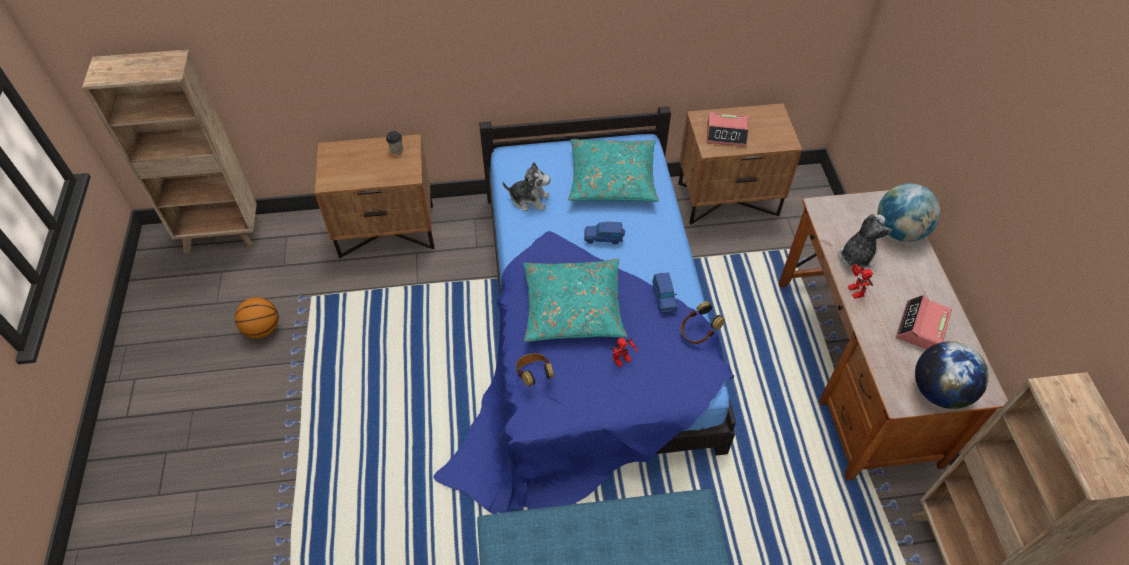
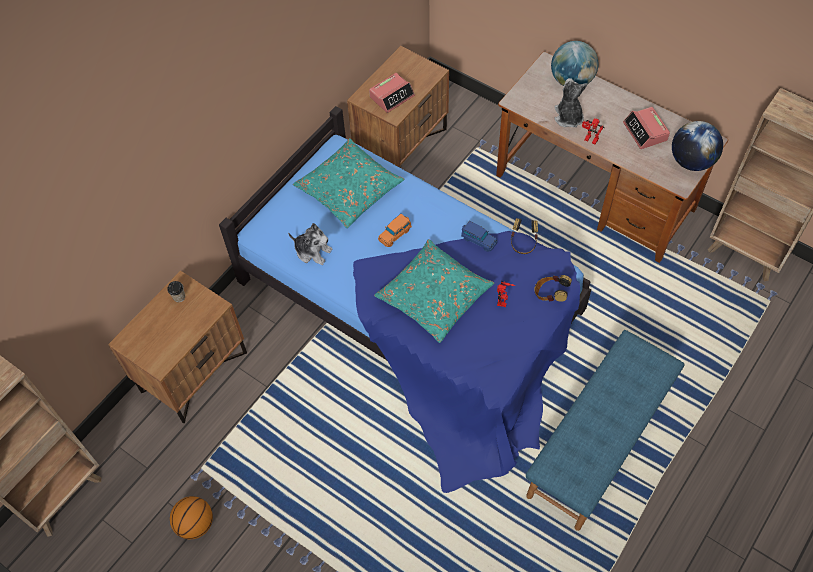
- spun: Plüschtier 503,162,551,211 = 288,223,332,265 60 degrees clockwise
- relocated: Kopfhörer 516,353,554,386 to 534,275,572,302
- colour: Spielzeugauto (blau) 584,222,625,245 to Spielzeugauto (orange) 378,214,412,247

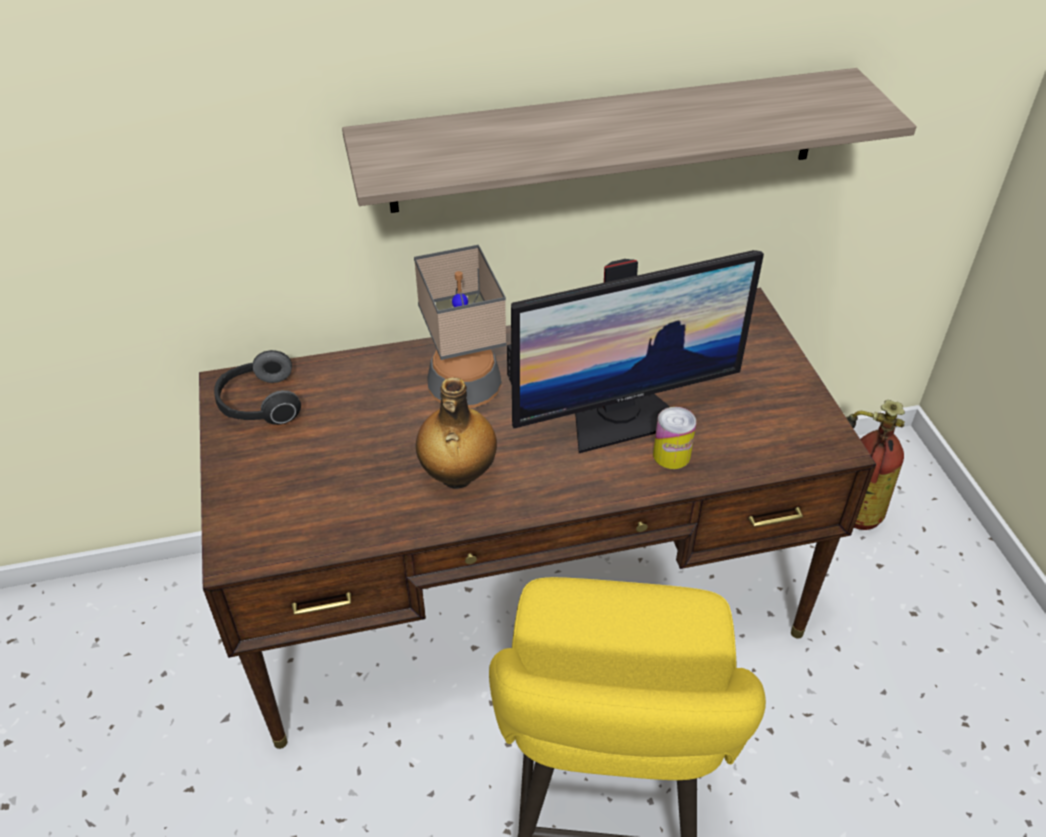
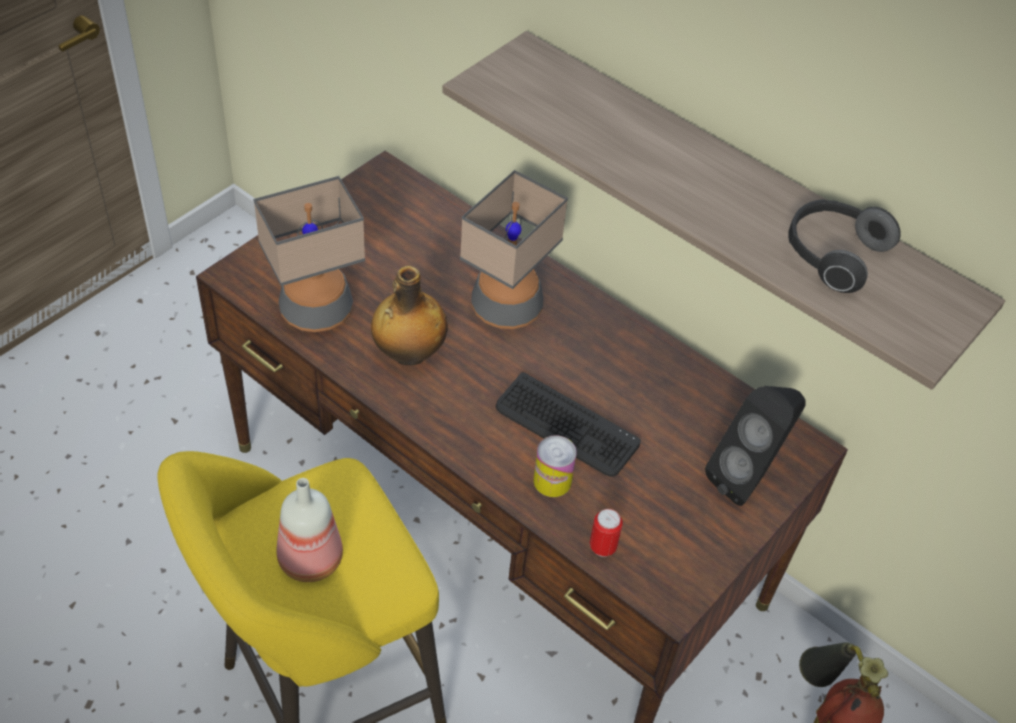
- relocated: Kopfhörer 214,350,301,425 to 788,199,901,293
- exchanged: Monitor 507,250,764,453 to Tastatur 496,373,641,477
- appeared: Tischlampe 253,176,365,332
- appeared: Flasche 276,478,343,582
- appeared: Dose 590,509,623,557
- appeared: Lautsprecher (schwarz) 705,386,806,506

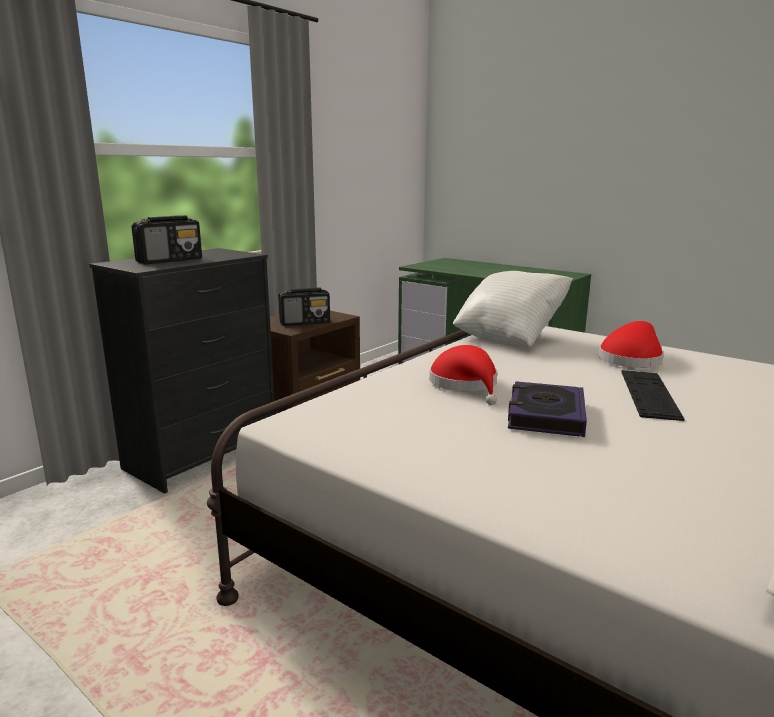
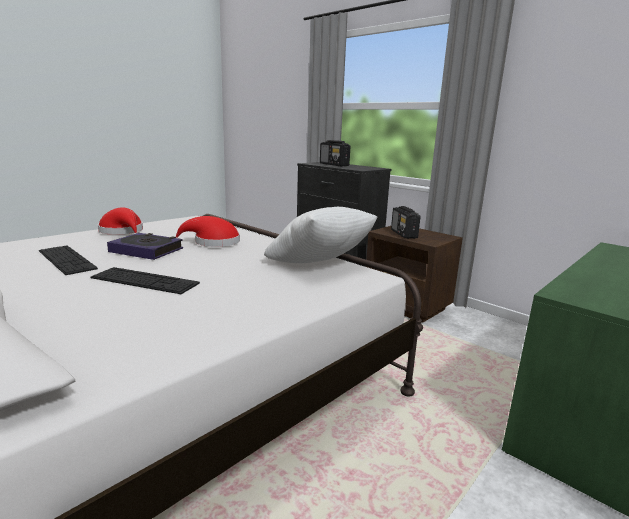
- relocated: Hut (rot) 598,321,664,368 to 98,207,143,235
- appeared: Tastatur 39,245,98,275

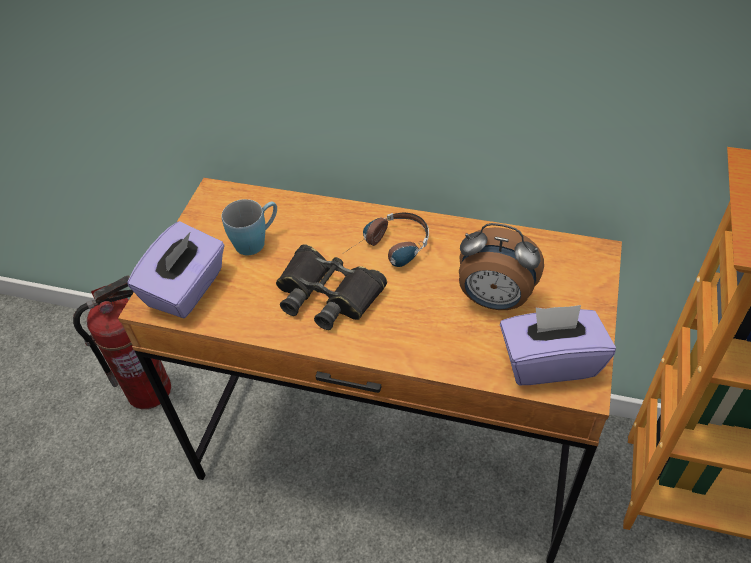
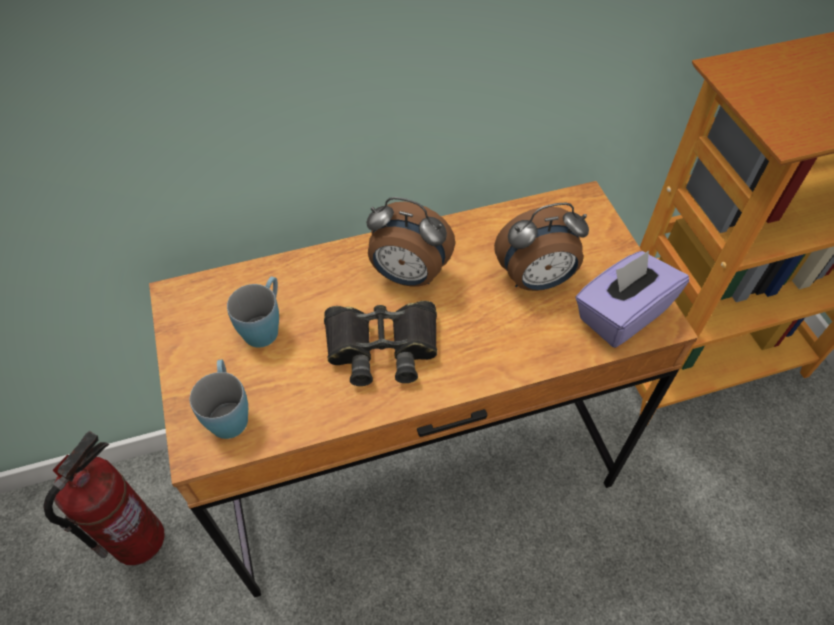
- exchanged: Taschentuchbox (lila) 128,221,225,318 to Henkelbecher (blau) 190,360,248,439
- exchanged: Kopfhörer 344,213,429,267 to Wecker 366,197,455,286

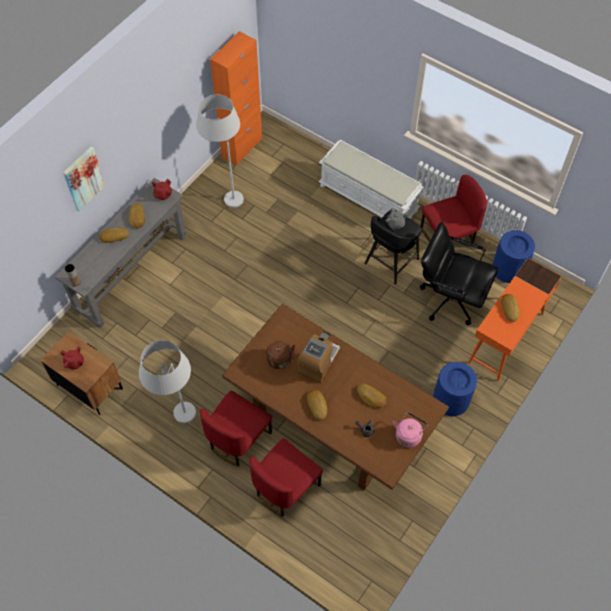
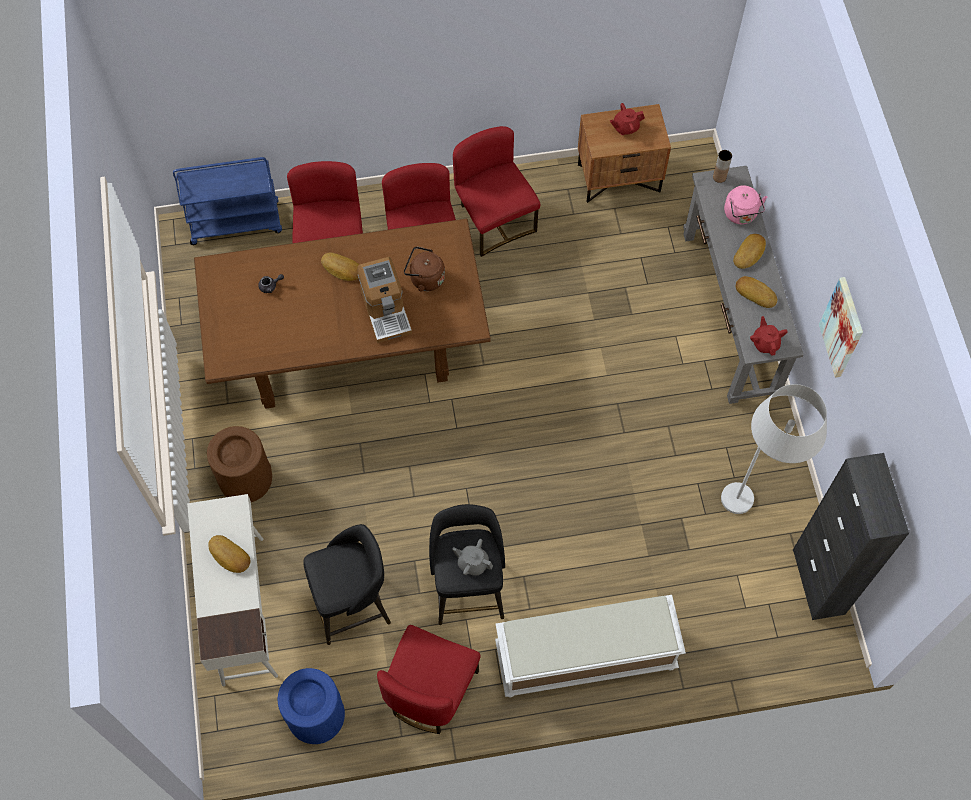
- relocated: Bild 63,147,105,212 to 819,277,863,378
- exchanged: Stehlampe (weiß) 139,340,196,423 to Stuhl (rot) 453,126,540,257
- colour: Schrank (orange) 210,31,262,165 to Schrank (schwarz) 793,453,909,620
- missing: Brot 357,384,387,408
- relocated: Wasserkessel (rosa) 393,412,428,448 to 724,185,767,224
- exchanged: Bürostuhl (schwarz) 420,222,498,325 to Hocker (schwarz) 304,524,391,645
- colour: Mülleimer (blau) 433,362,477,416 to Mülleimer (braun) 207,426,272,502
- colour: Schreibtisch (orange) 468,258,562,381 to Schreibtisch (weiß) 187,494,278,686
- appeared: Rollwagen (blau) 173,157,282,245

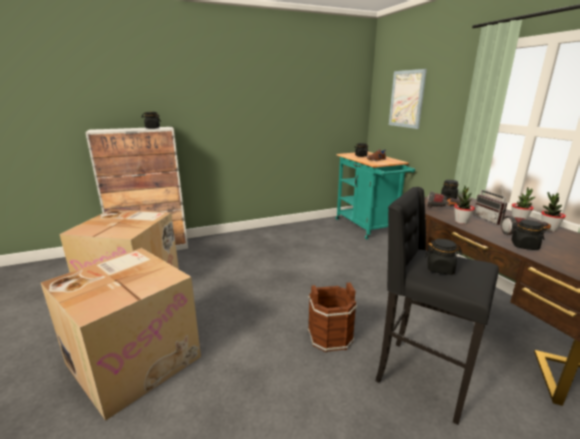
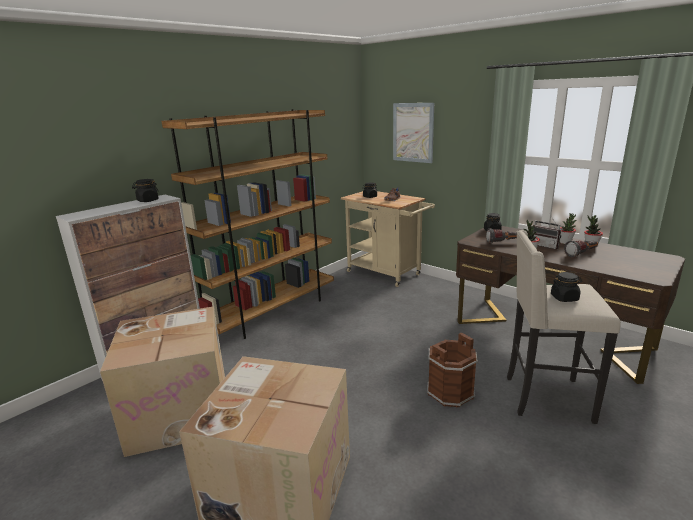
- colour: Rollwagen (türkis) 336,152,415,239 to Rollwagen (beige) 341,191,435,287
- colour: Hocker (schwarz) 376,187,499,425 to Hocker (beige) 507,230,621,424
- missing: Vorratsglas (schwarz) 511,220,546,250
- appeared: Bücherregal (braun) 162,109,334,339

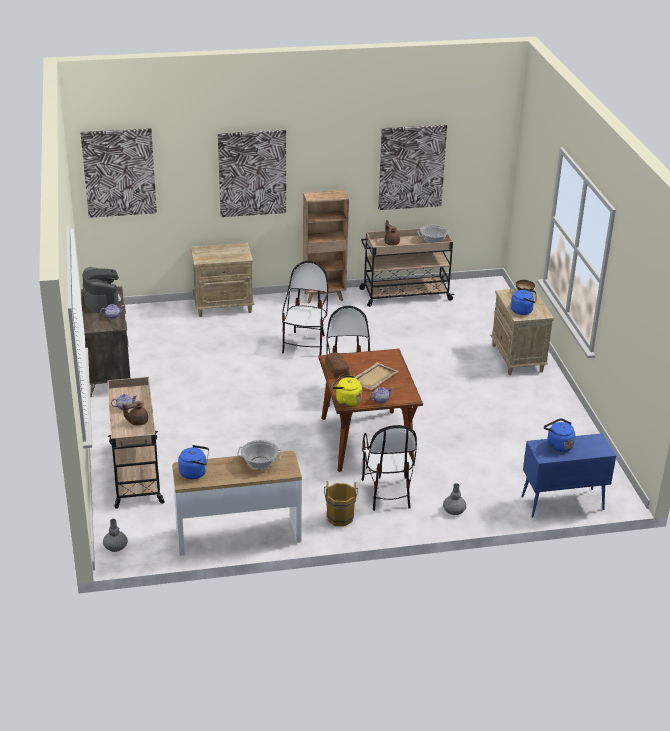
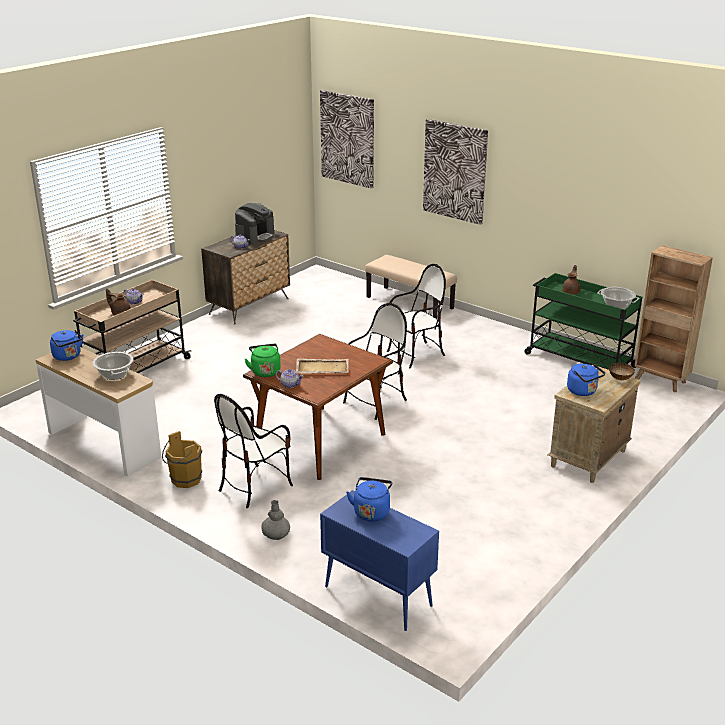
- missing: Vase (grau) 103,519,128,552
- exchanged: Nachttisch (beige) 190,243,255,317 to Bank (beige) 365,255,457,319
- relocated: Bücherregal (braun) 303,190,349,304 to 634,245,713,392
- missing: Brot 325,352,349,378
- colour: Wasserkessel (gelb) 332,375,362,406 to Wasserkessel (grün) 245,344,281,377
- colour: Rollwagen (beige) 359,228,454,307 to Rollwagen (grün) 524,273,642,370
- missing: Bild 378,125,447,210

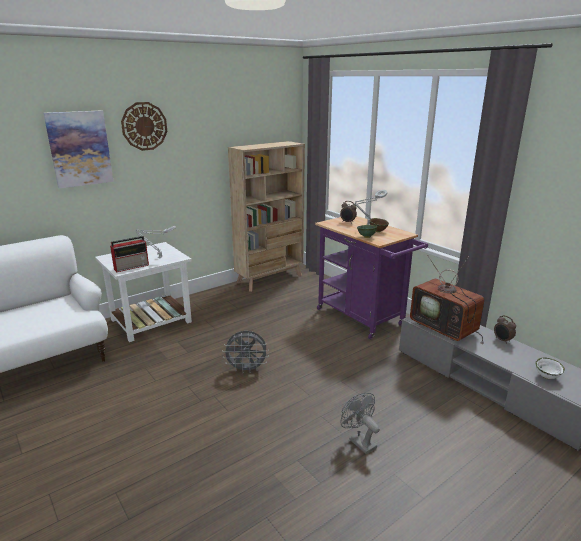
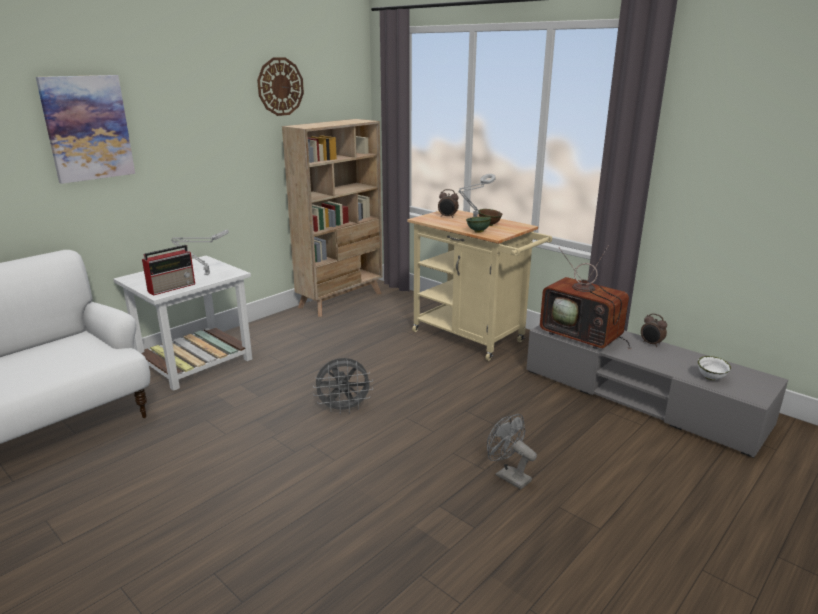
- relocated: Wanduhr 121,102,167,151 to 257,57,304,116
- colour: Rollwagen (lila) 315,216,428,339 to Rollwagen (beige) 407,210,552,361

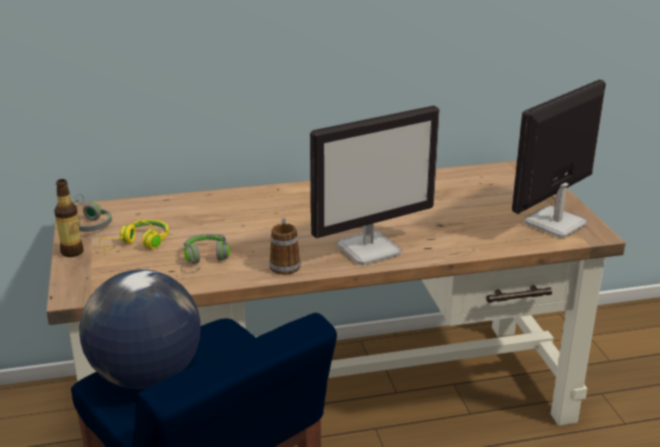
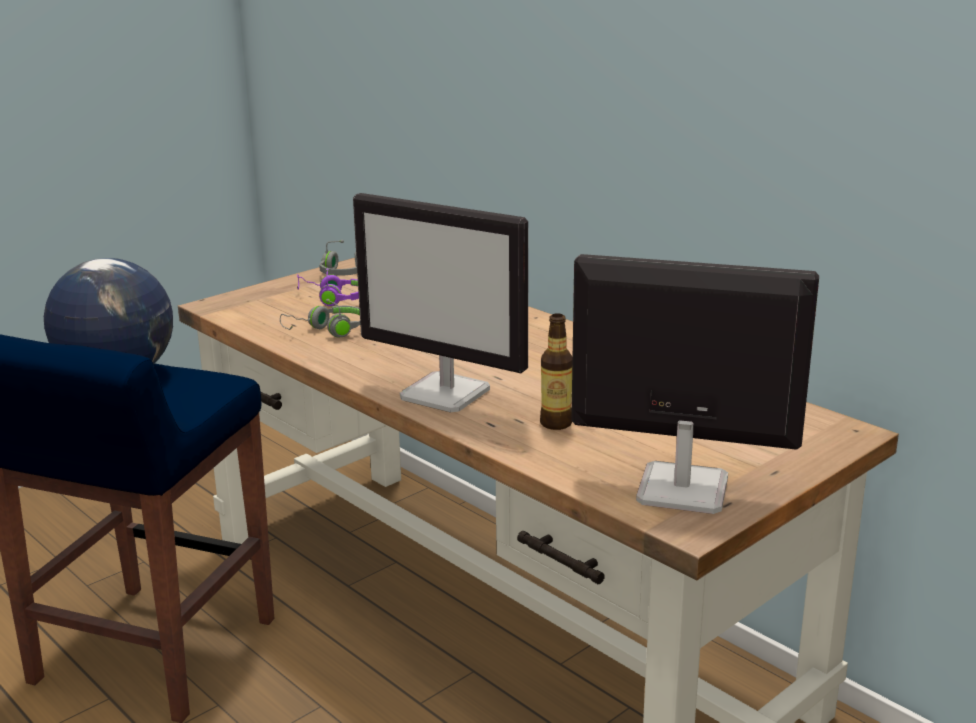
- relocated: Flasche 54,179,83,257 to 540,313,573,430
- colour: Kopfhörer (gelb) 99,219,169,250 to Kopfhörer (lila) 297,269,359,306
- missing: Henkelbecher 269,218,301,275

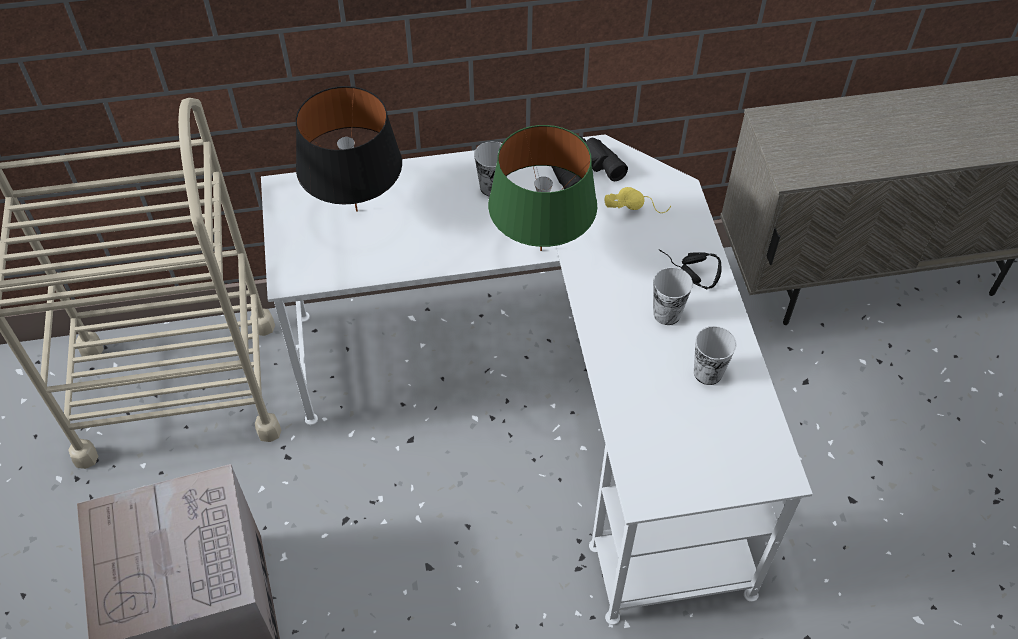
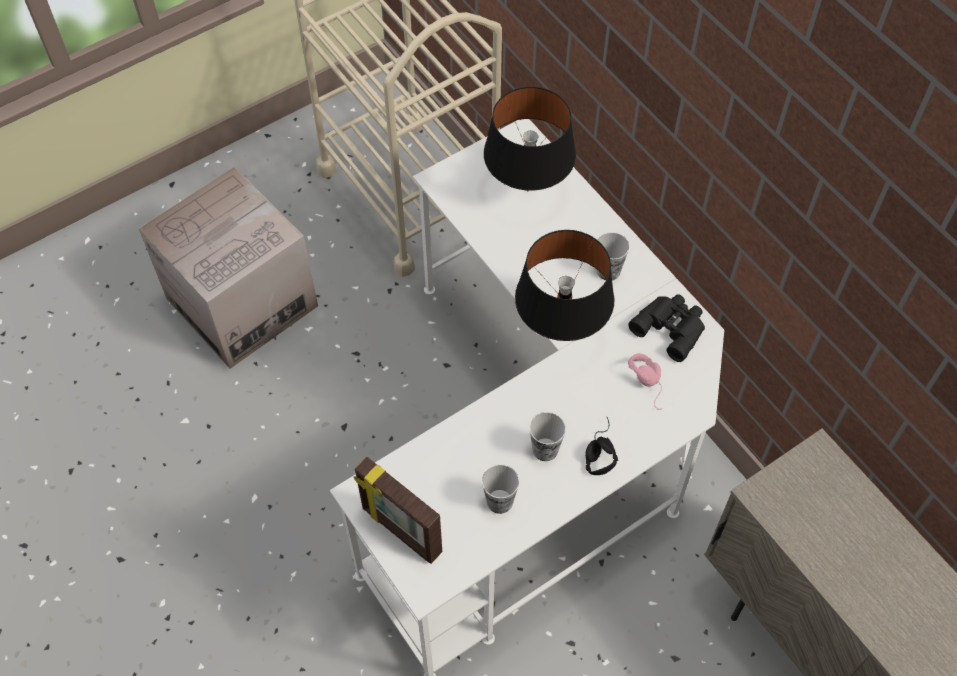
- colour: Tischlampe (grün) 488,125,597,251 to Tischlampe (schwarz) 515,230,614,341
- colour: Kopfhörer (gelb) 605,187,671,213 to Kopfhörer (rosa) 628,353,663,410
- appeared: Bilderrahmen 354,457,442,564

